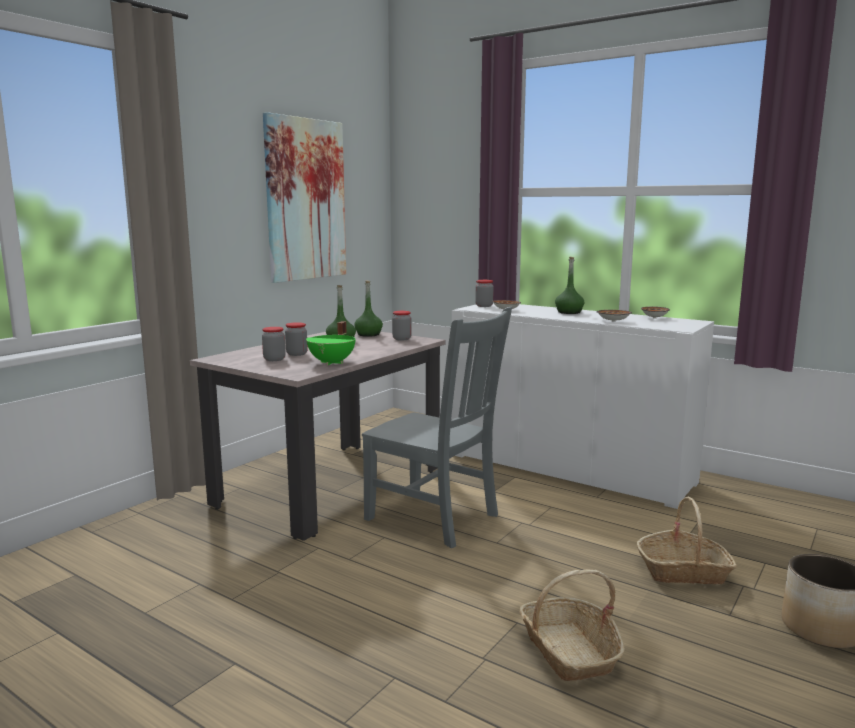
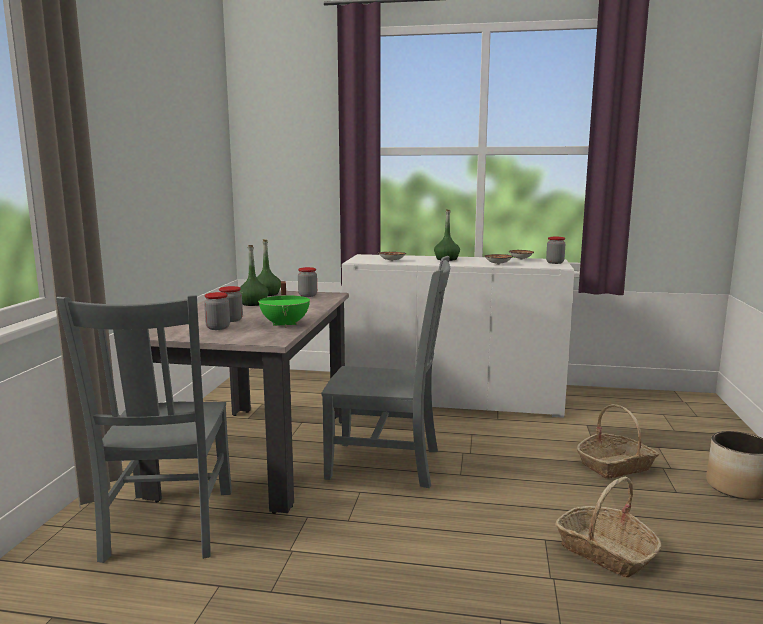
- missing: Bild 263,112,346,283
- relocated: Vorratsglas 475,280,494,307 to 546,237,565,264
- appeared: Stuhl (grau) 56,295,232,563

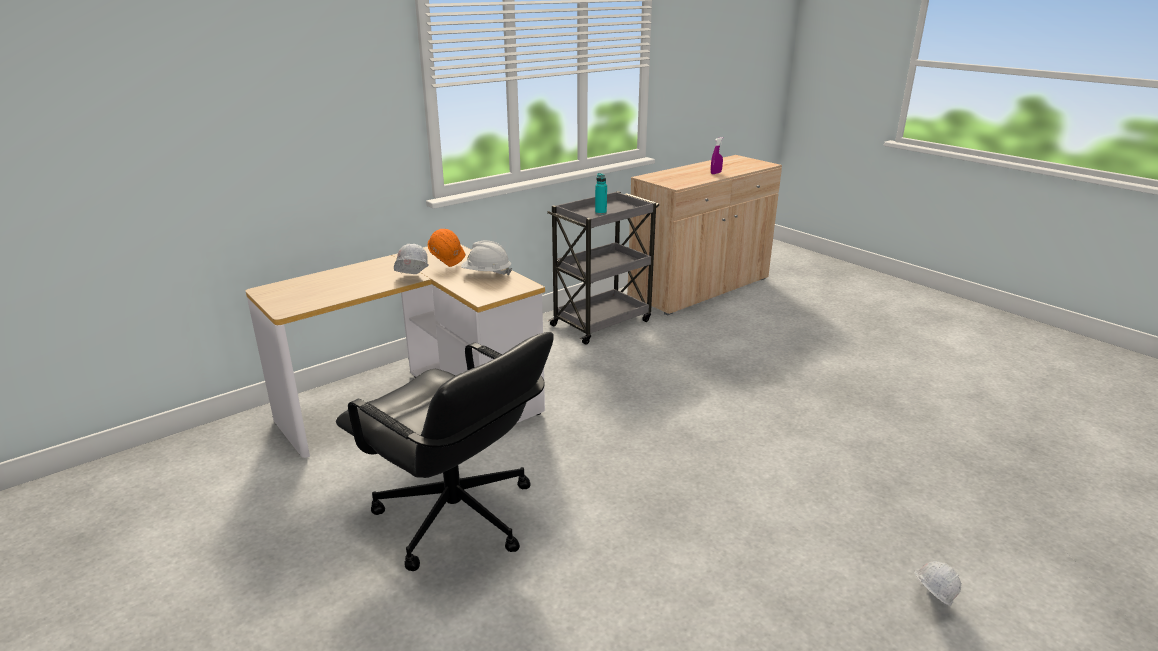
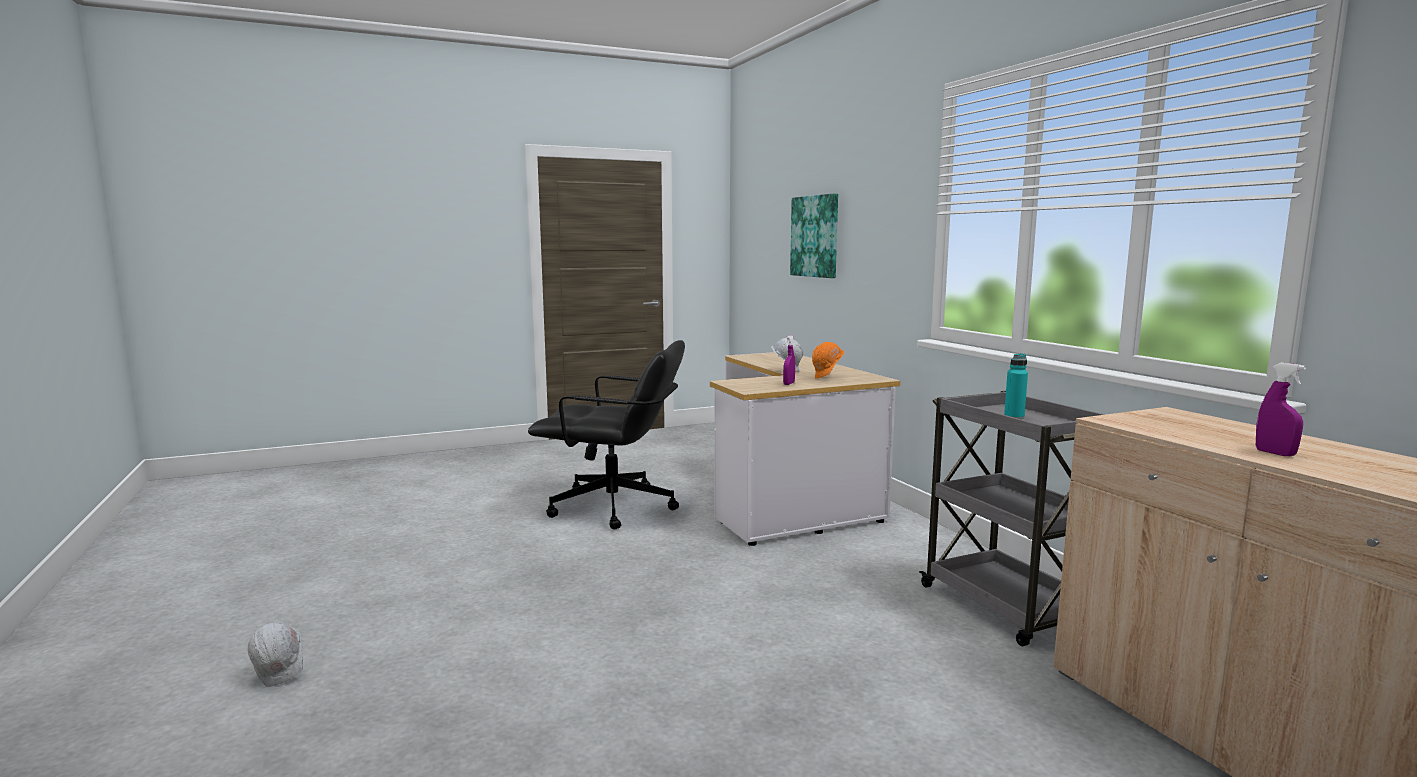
- spun: Bürostuhl (schwarz) 336,332,554,571 = 528,340,685,530 135 degrees counterclockwise
- exchanged: Schutzhelm (weiß) 461,240,512,276 to Sprühflasche (lila) 783,335,795,385
- appeared: Bild 790,194,838,278

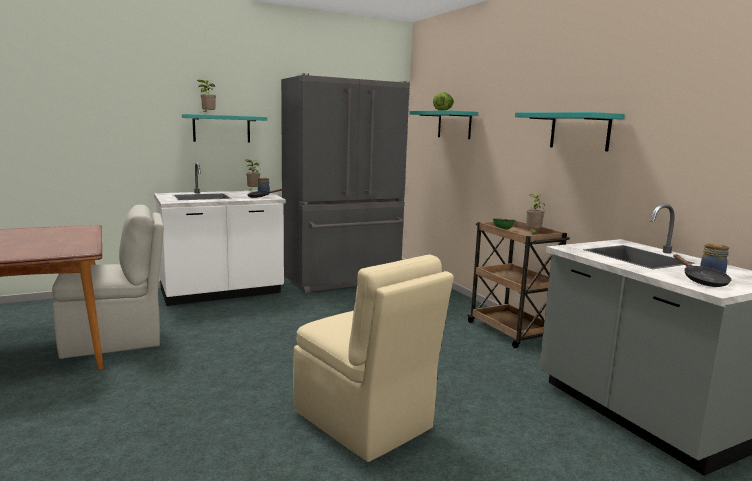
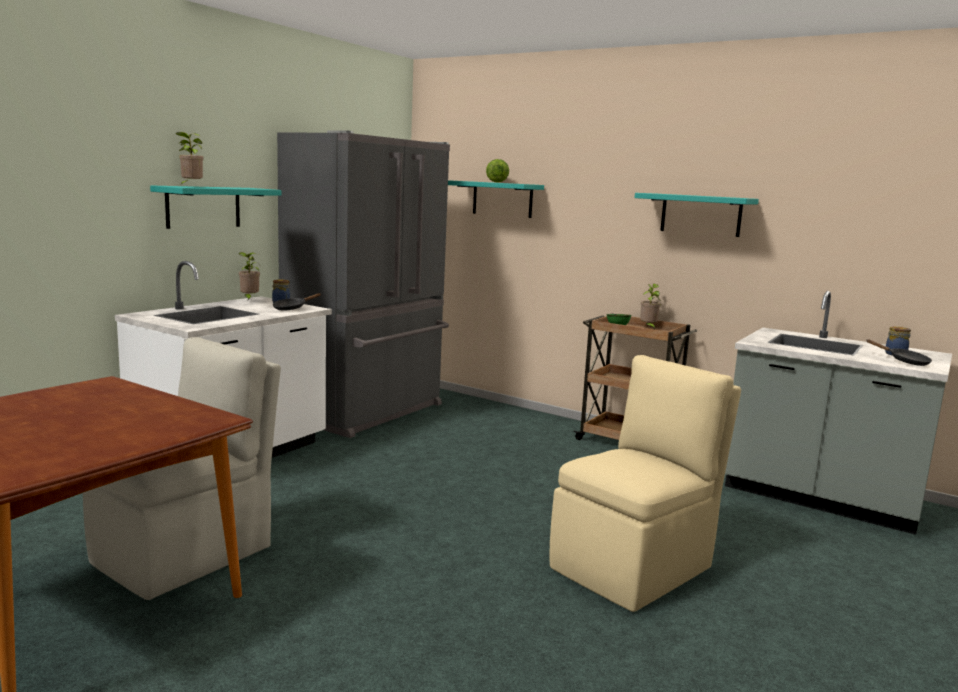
- spun: Stuhl (beige) 293,255,454,462 = 550,355,741,612 60 degrees counterclockwise

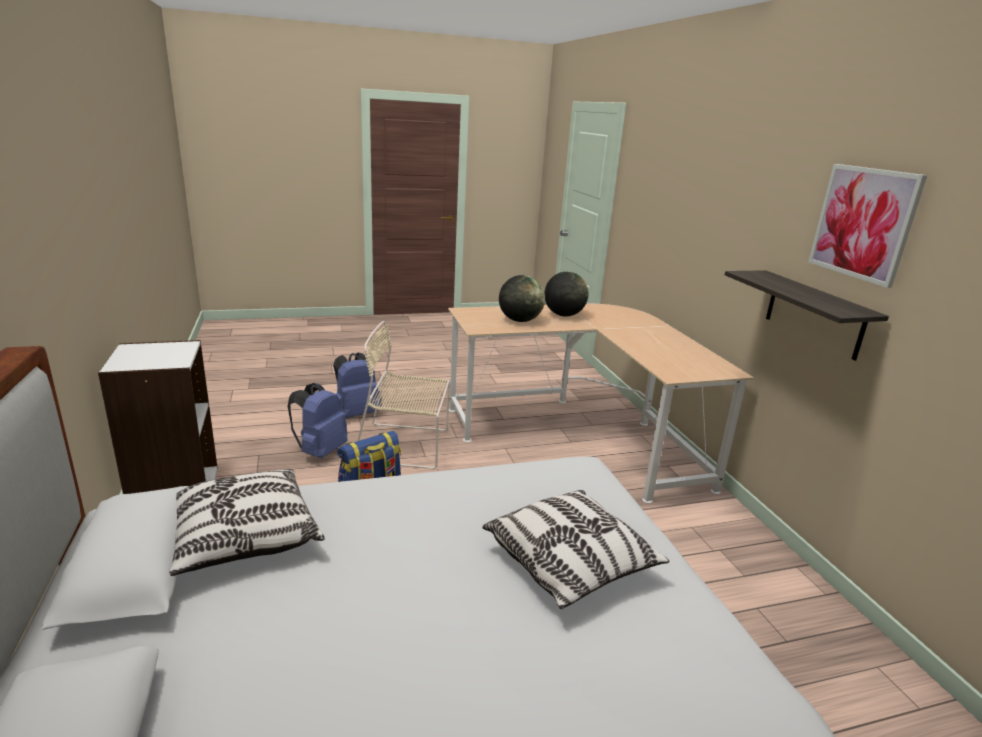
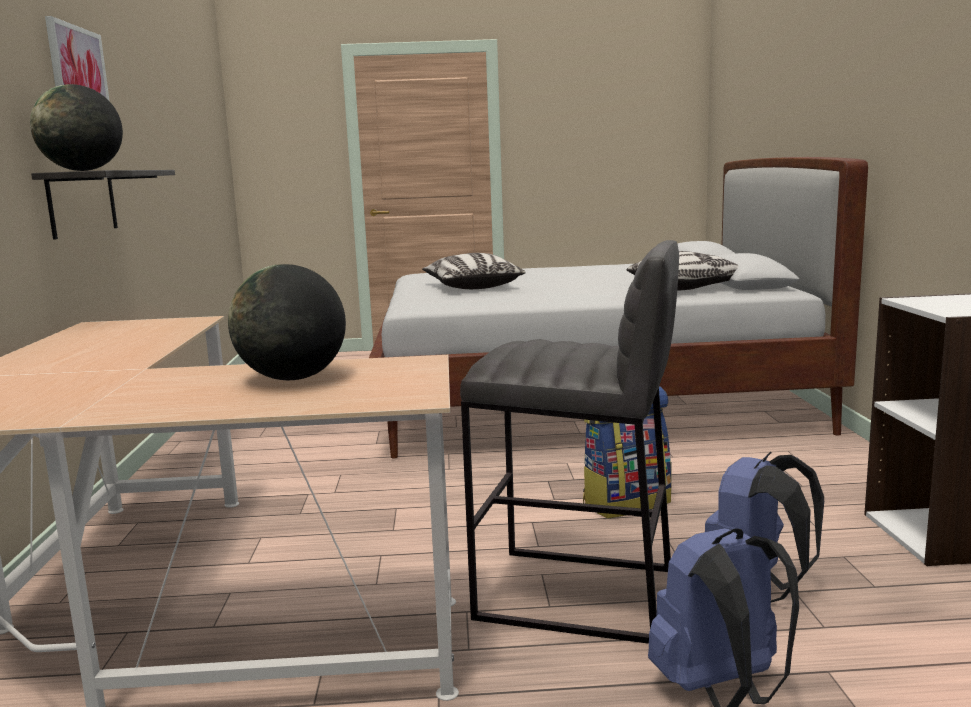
- exchanged: Stuhl (beige) 357,321,450,470 to Hocker (grau) 460,240,679,644
- relocated: Globus 544,271,588,317 to 30,84,123,171

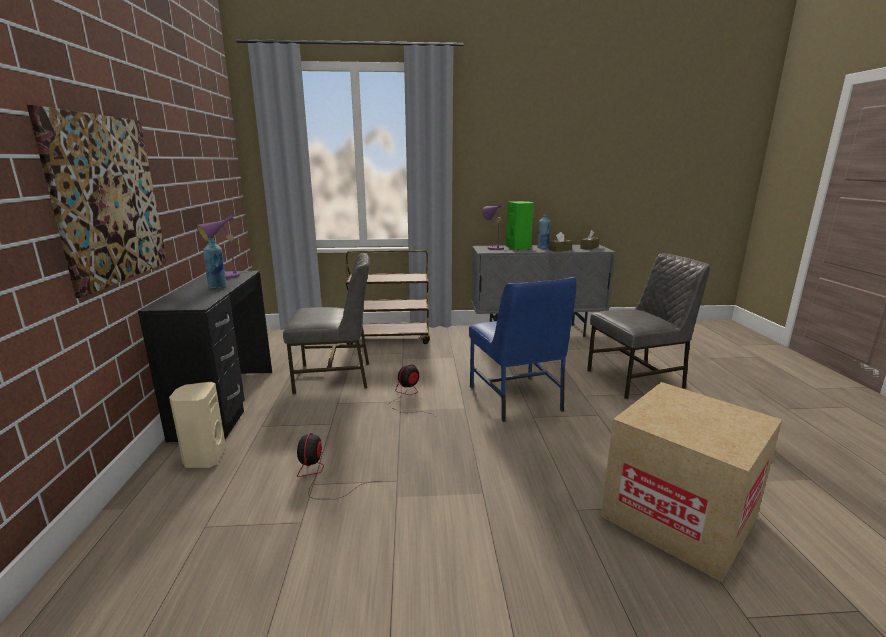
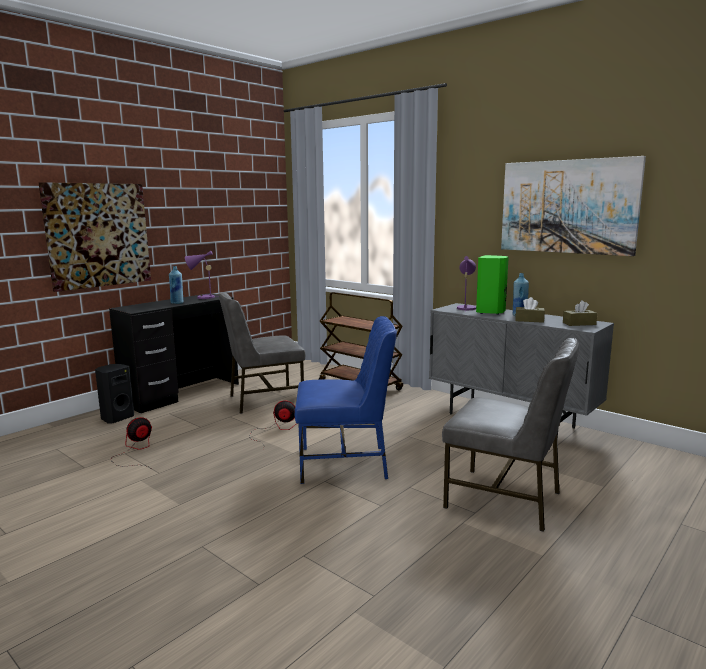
- colour: Lautsprecher (beige) 169,382,226,468 to Lautsprecher (schwarz) 95,364,134,424
- spun: Stuhl (grau) 283,253,370,394 = 219,292,305,414 120 degrees clockwise
- spun: Stuhl (blau) 469,277,577,422 = 295,316,397,484 120 degrees counterclockwise
- missing: Karton 601,382,782,582
- appeared: Bild 501,156,646,256

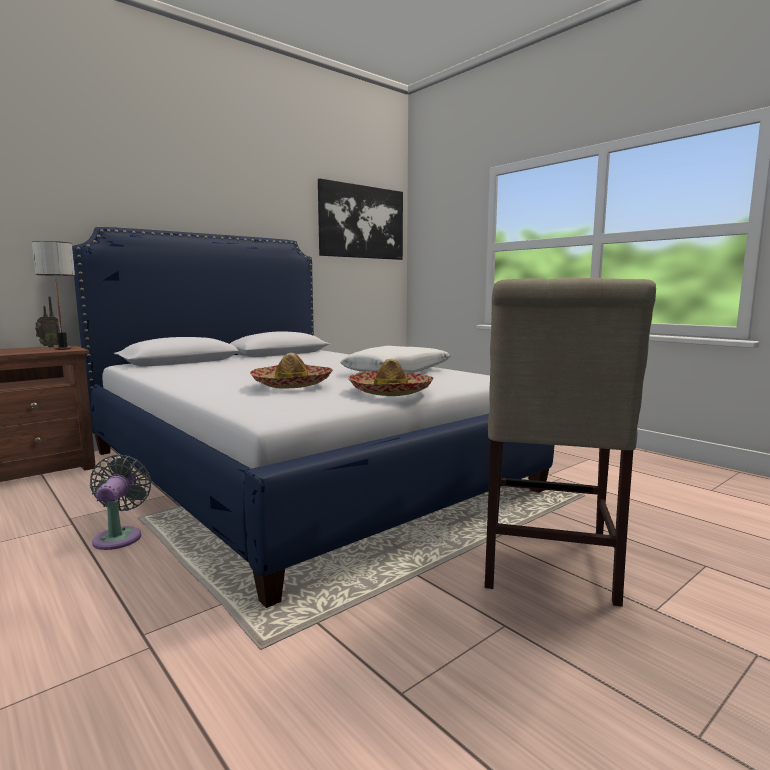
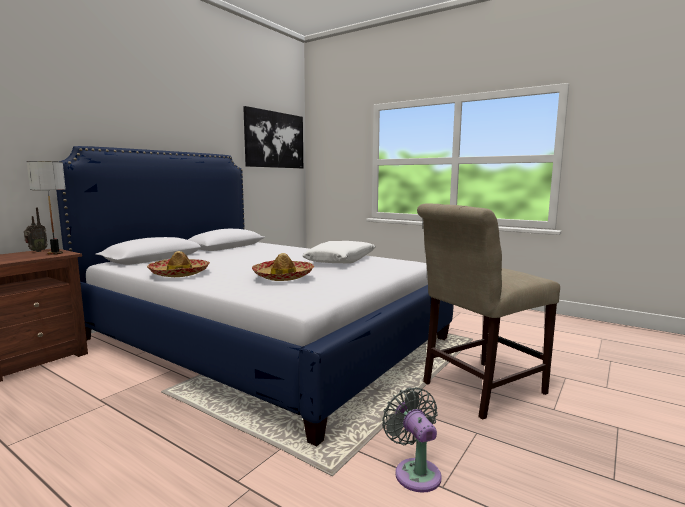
- relocated: Ventilator (grau) 90,455,151,550 to 382,387,442,493
- relocated: Hut 348,358,434,396 to 147,251,210,277
- spun: Stuhl (beige) 485,278,656,607 = 417,203,560,420 60 degrees clockwise

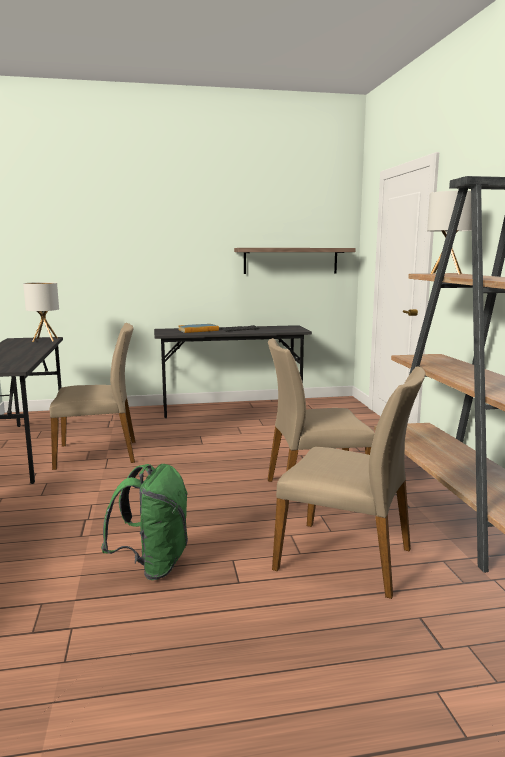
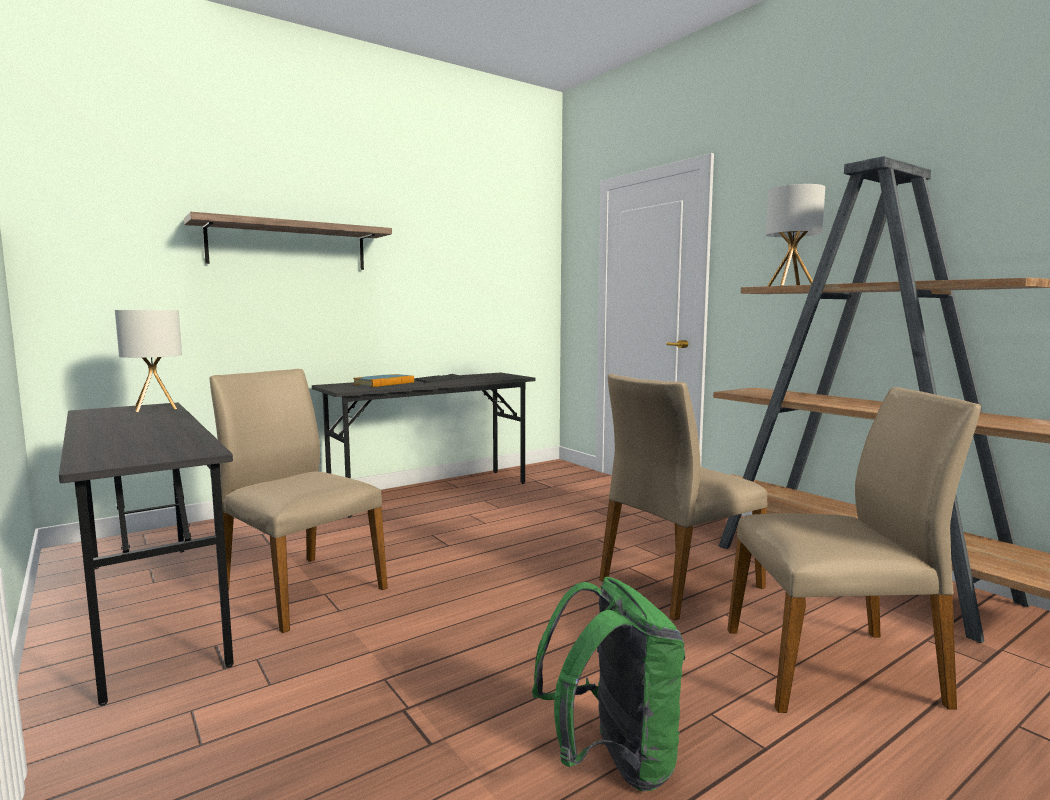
- spun: Stuhl (beige) 50,323,136,470 = 209,369,388,633 105 degrees counterclockwise
- relocated: Wandregal 234,248,356,274 to 184,212,392,270

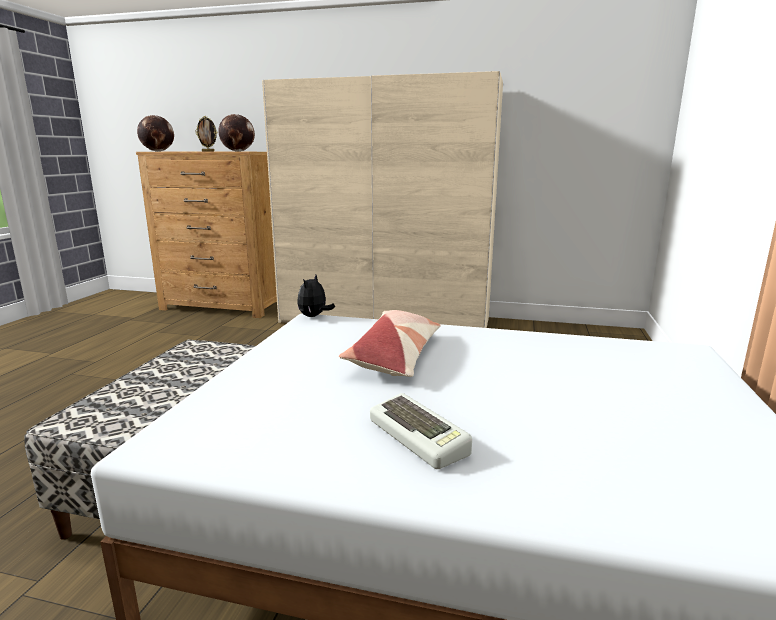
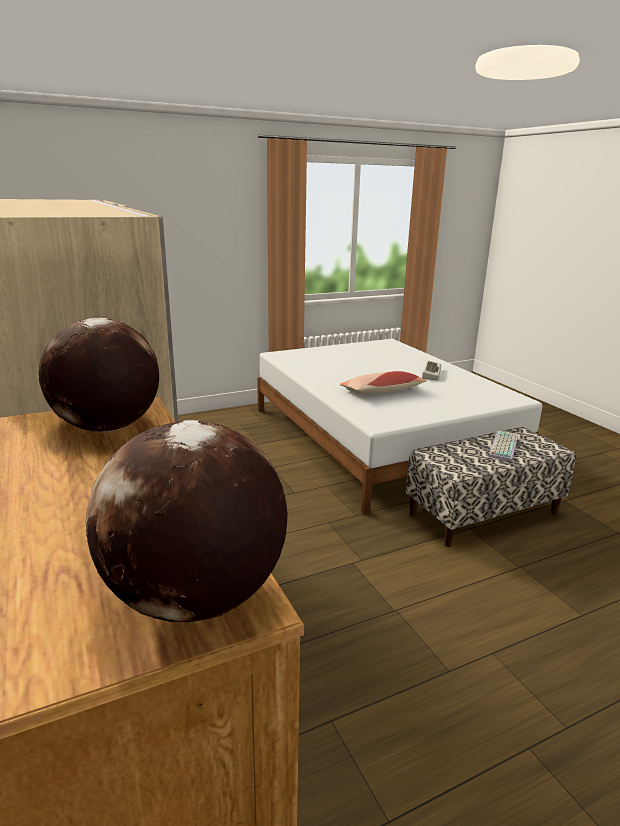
- missing: Bilderrahmen 195,116,217,151
- missing: Plüschtier 297,275,335,317
- appeared: Tastatur 488,431,518,462

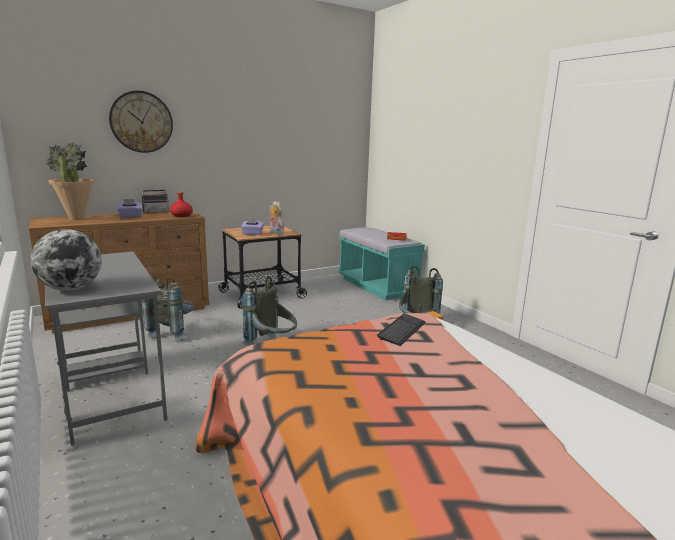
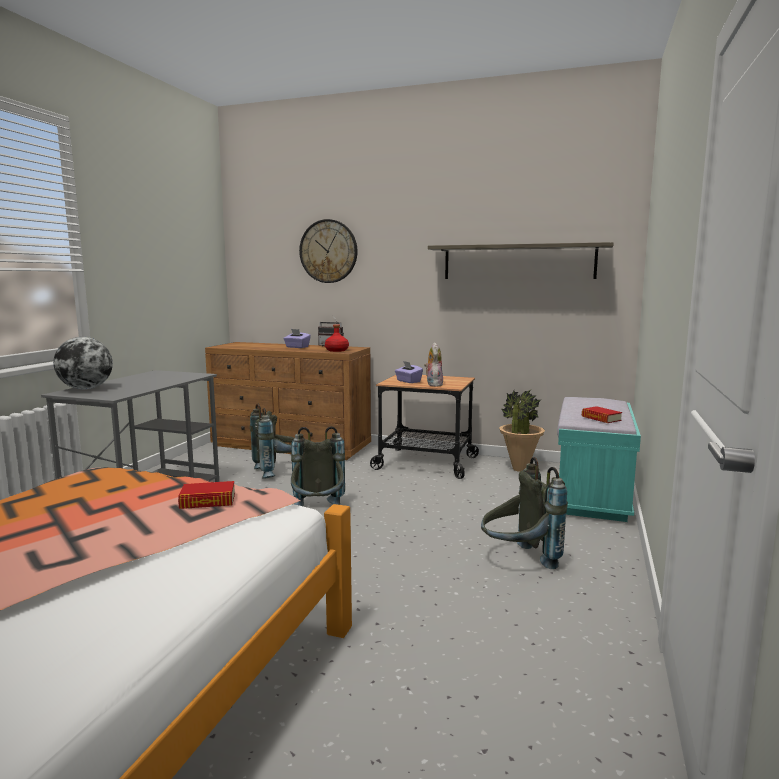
- relocated: Topfpflanze 46,141,95,220 to 499,390,545,472
- exchanged: Tastatur 377,314,426,346 to Buch 178,481,235,509
- appeared: Wandregal 428,242,614,279

